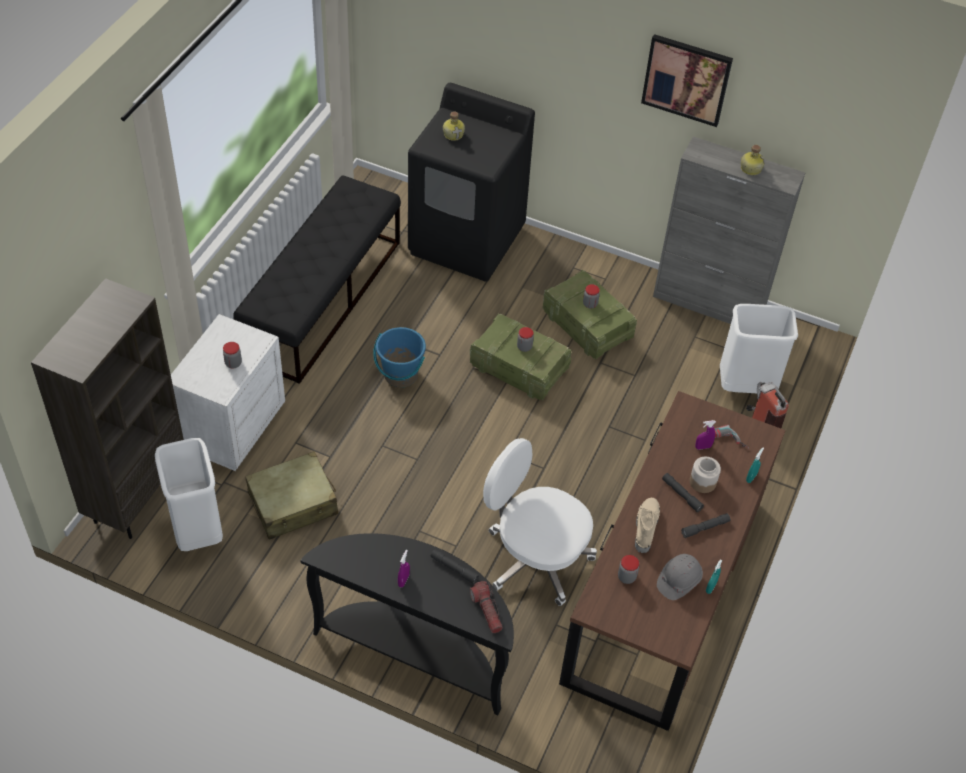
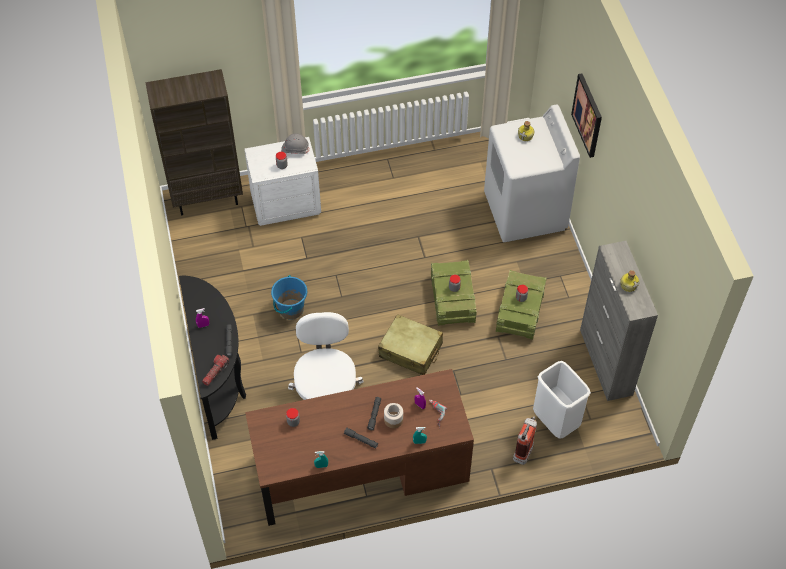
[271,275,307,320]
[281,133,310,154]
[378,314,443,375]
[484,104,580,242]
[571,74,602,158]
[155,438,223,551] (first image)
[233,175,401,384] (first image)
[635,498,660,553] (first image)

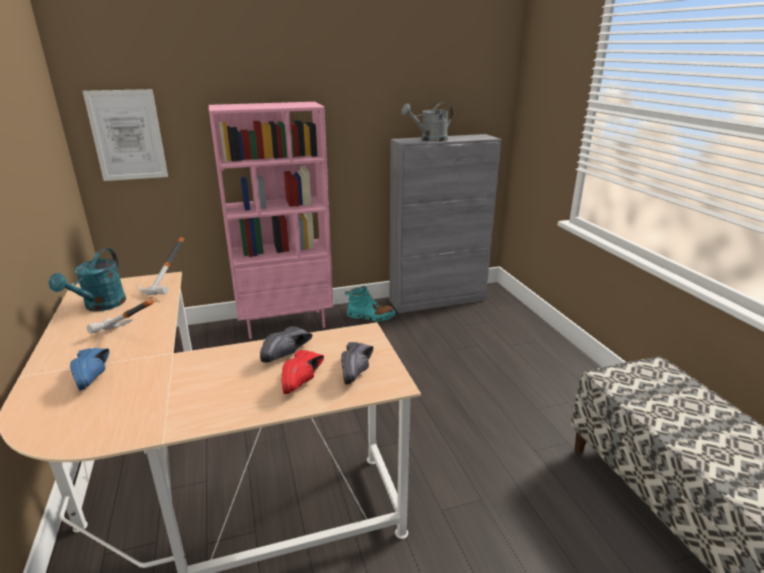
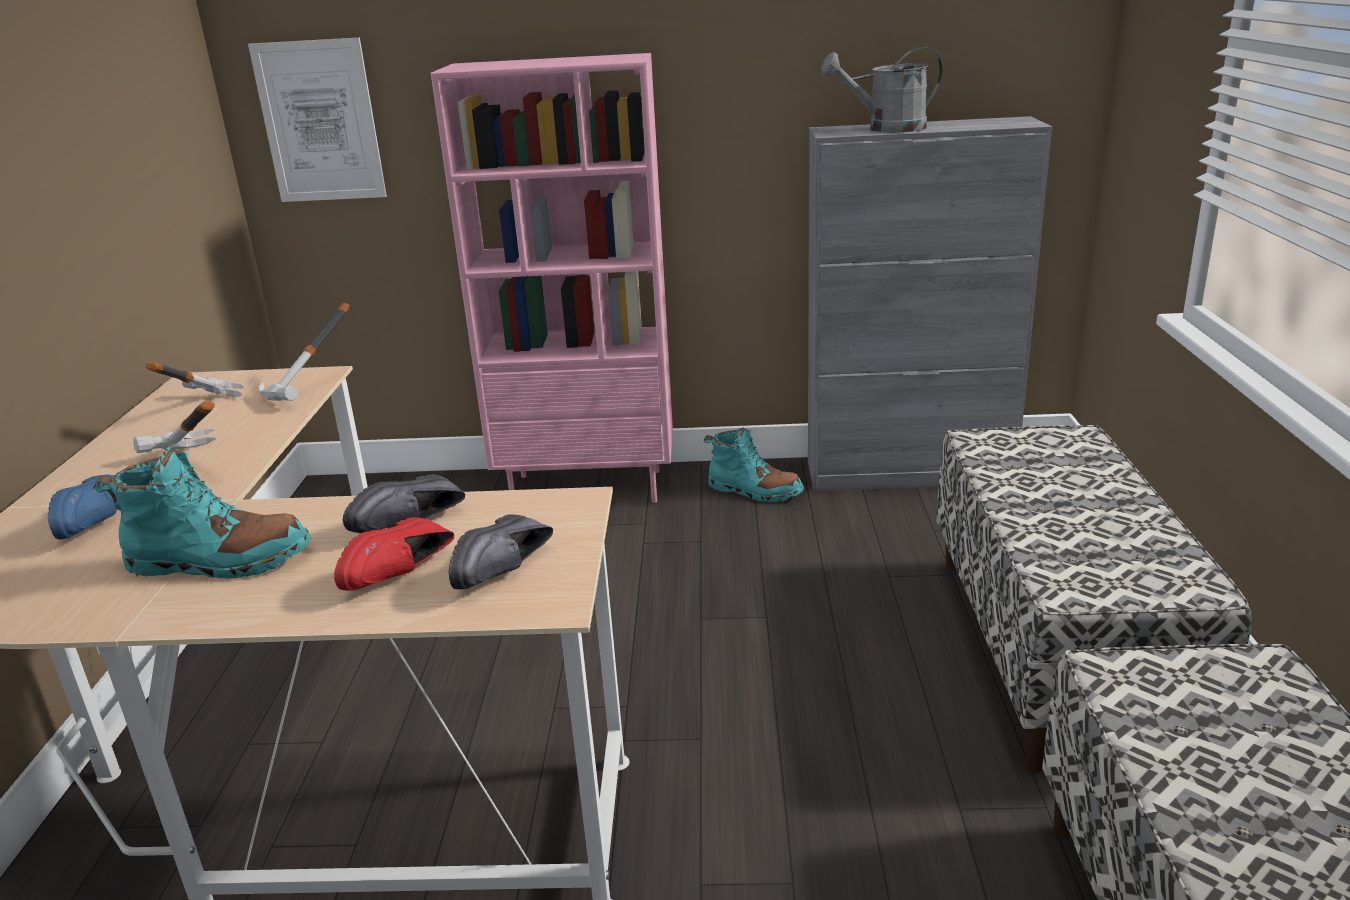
[93,447,311,579]
[145,362,244,397]
[937,425,1251,773]

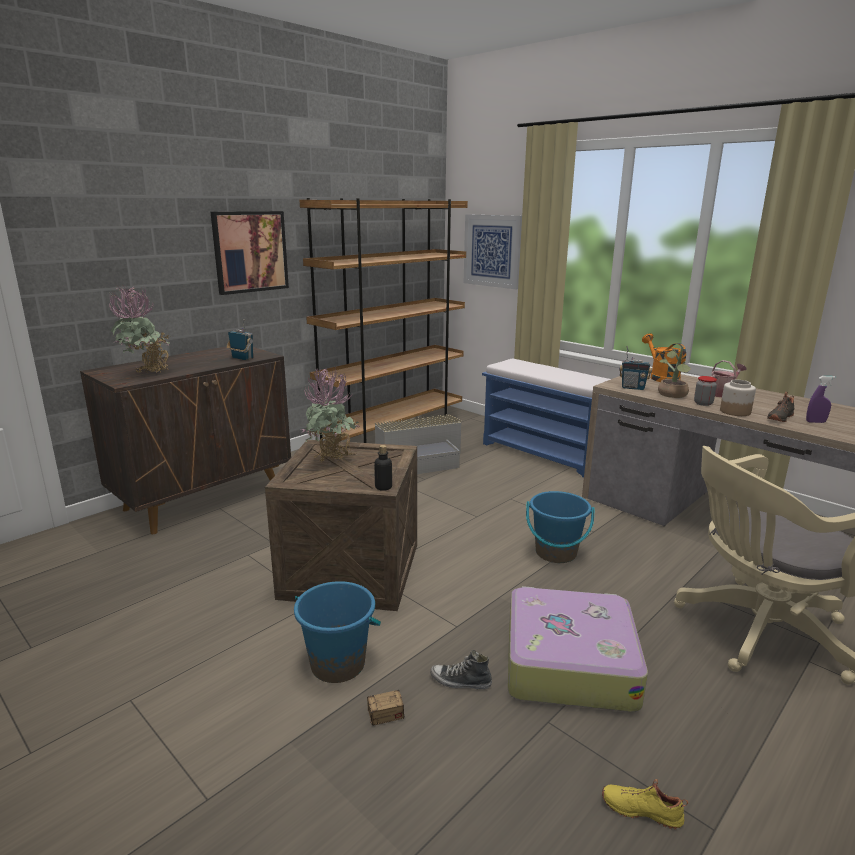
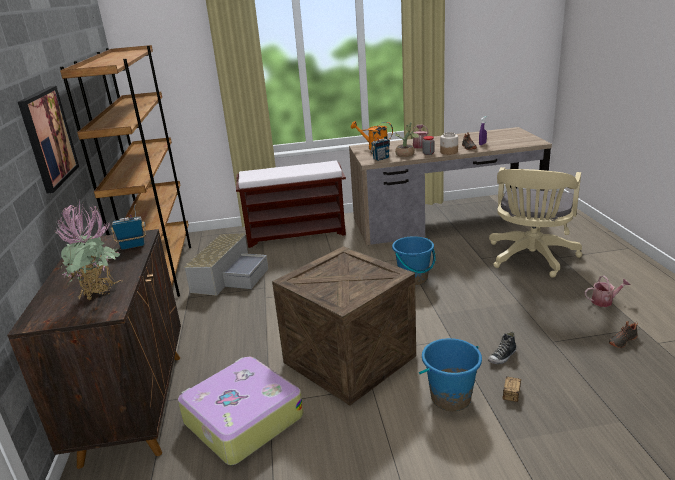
[178,357,304,465]
[236,160,346,248]
[585,276,630,307]
[609,321,638,348]
[302,368,360,462] (first image)
[374,445,392,491] (first image)
[464,214,522,289] (first image)

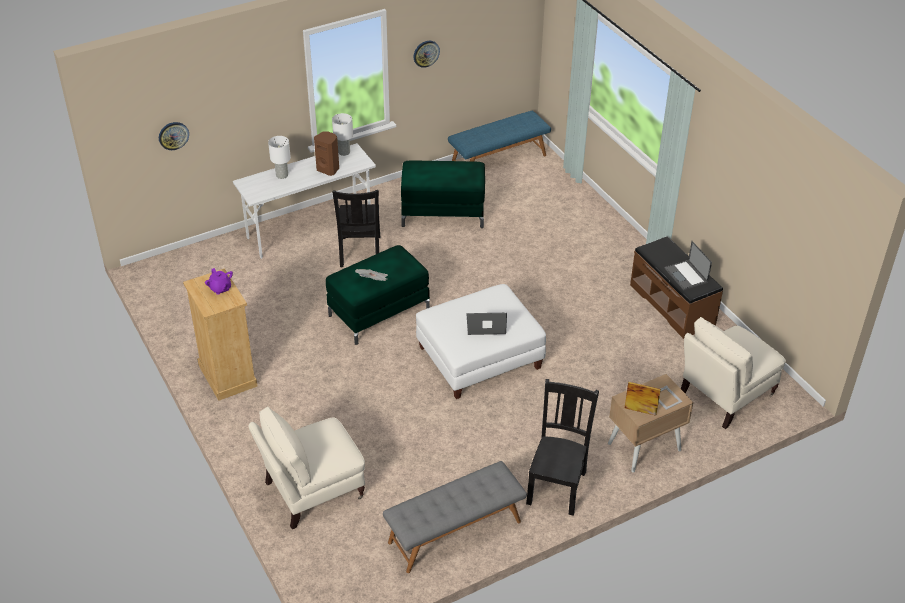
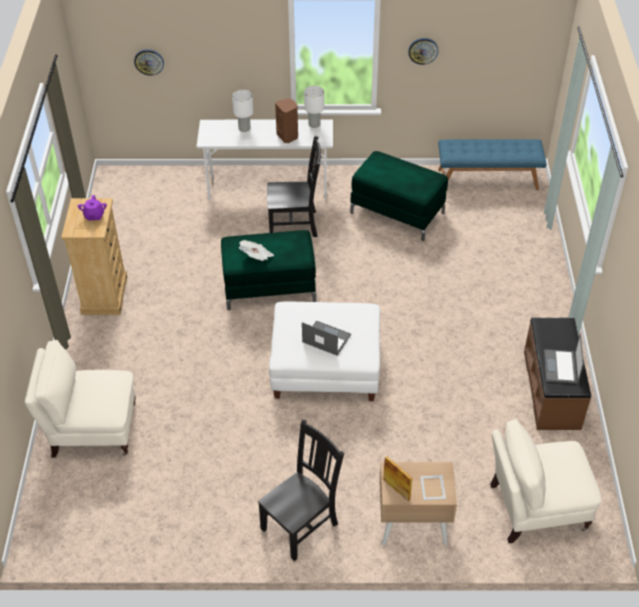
[267,135,321,237]
[383,461,527,573] (first image)

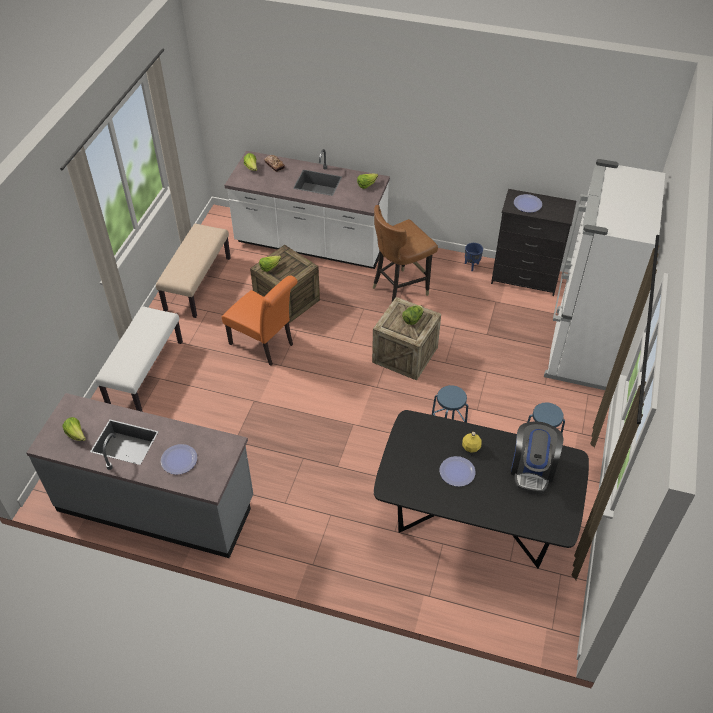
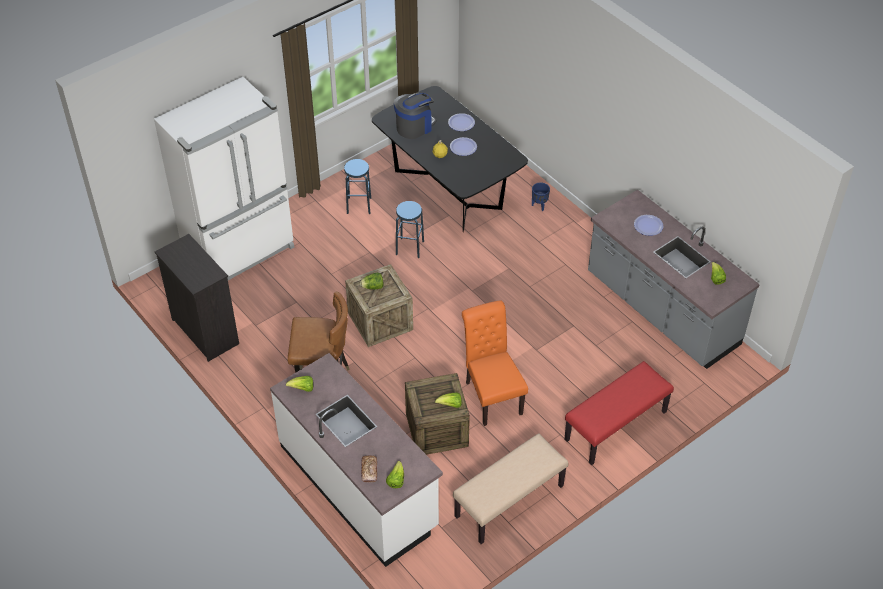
[448,113,475,131]
[532,182,550,211]
[564,361,674,465]

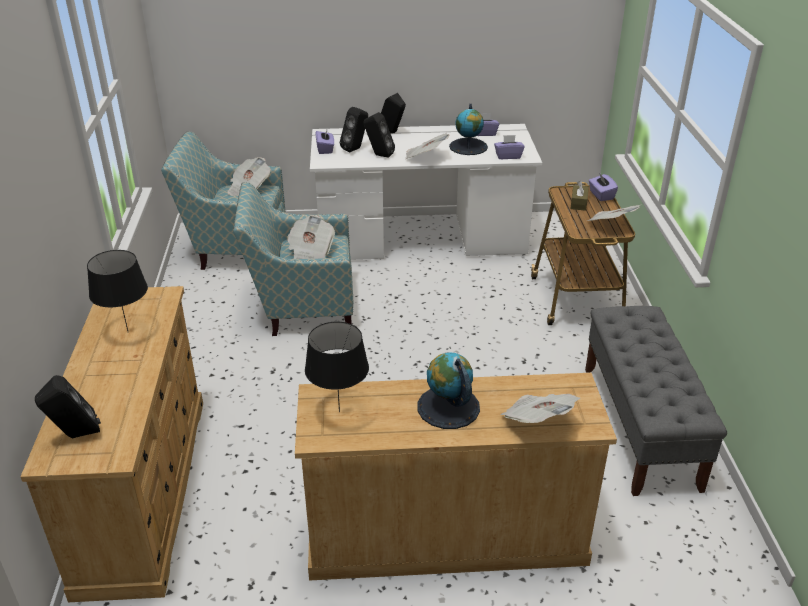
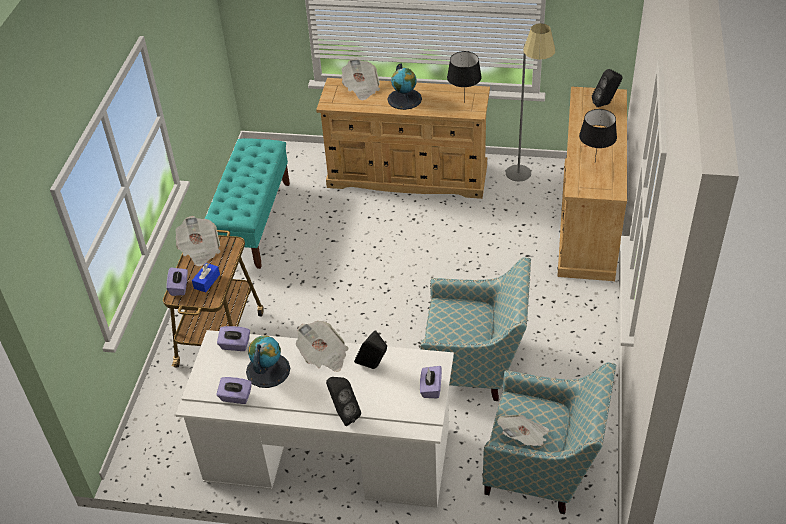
[192,263,220,292]
[205,138,290,269]
[506,23,555,182]
[287,215,335,259] (first image)
[340,107,368,152] (first image)

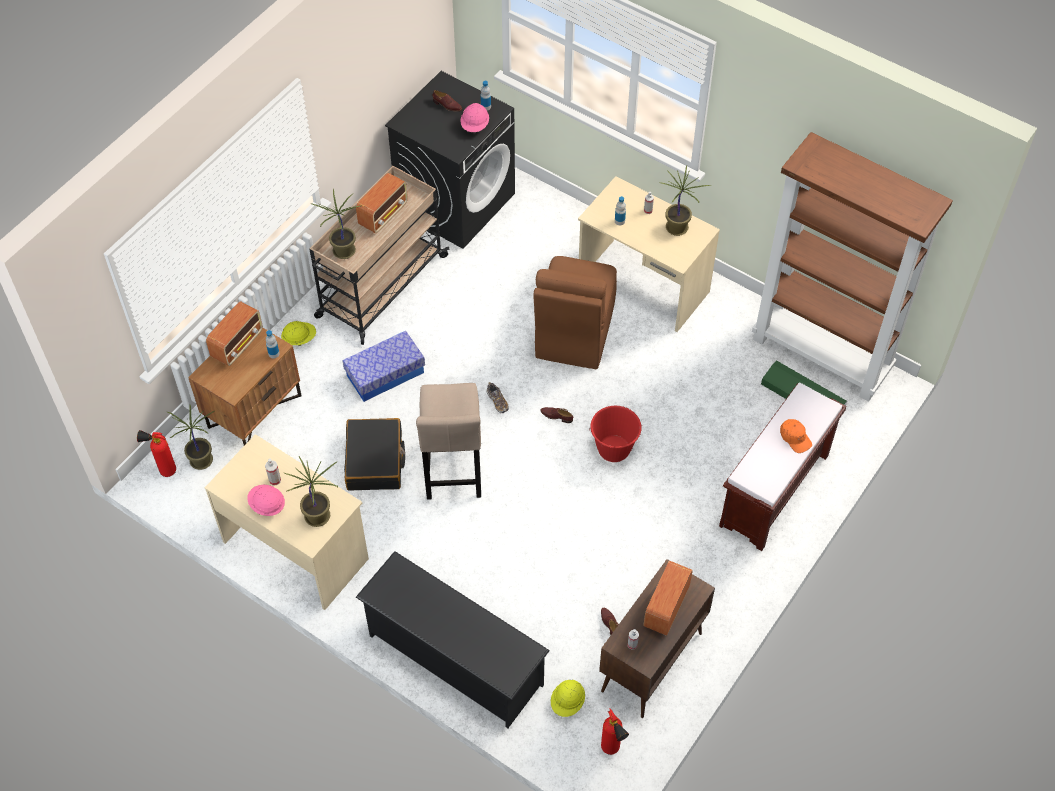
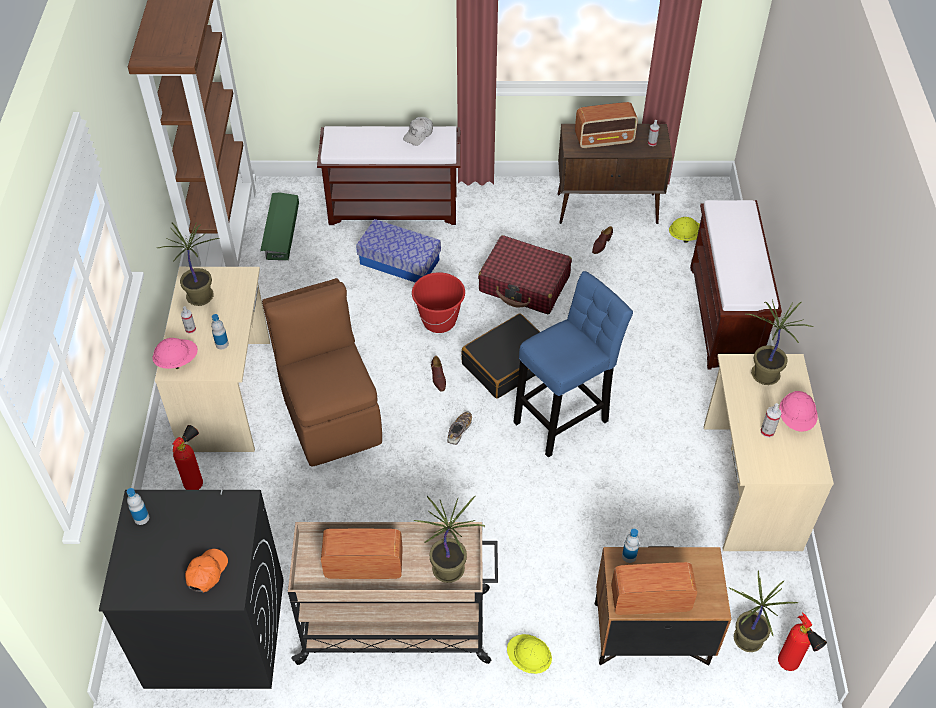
[152,338,198,369]
[172,425,203,490]
[185,549,228,592]
[262,278,382,466]
[356,219,441,283]
[403,117,433,146]
[462,313,540,399]
[478,235,572,314]
[514,271,633,458]
[690,200,782,370]
[433,90,462,112] (first image)

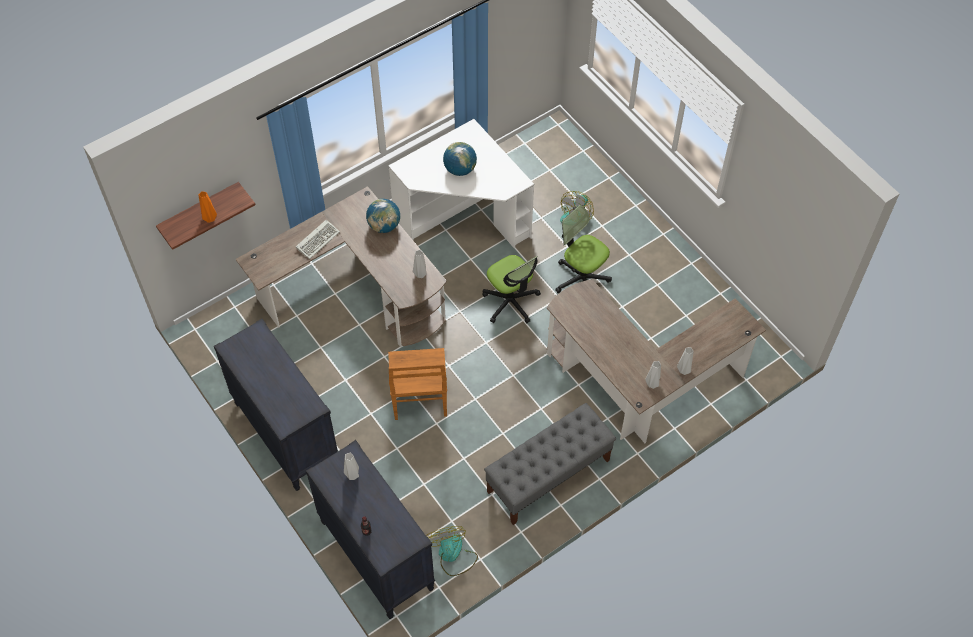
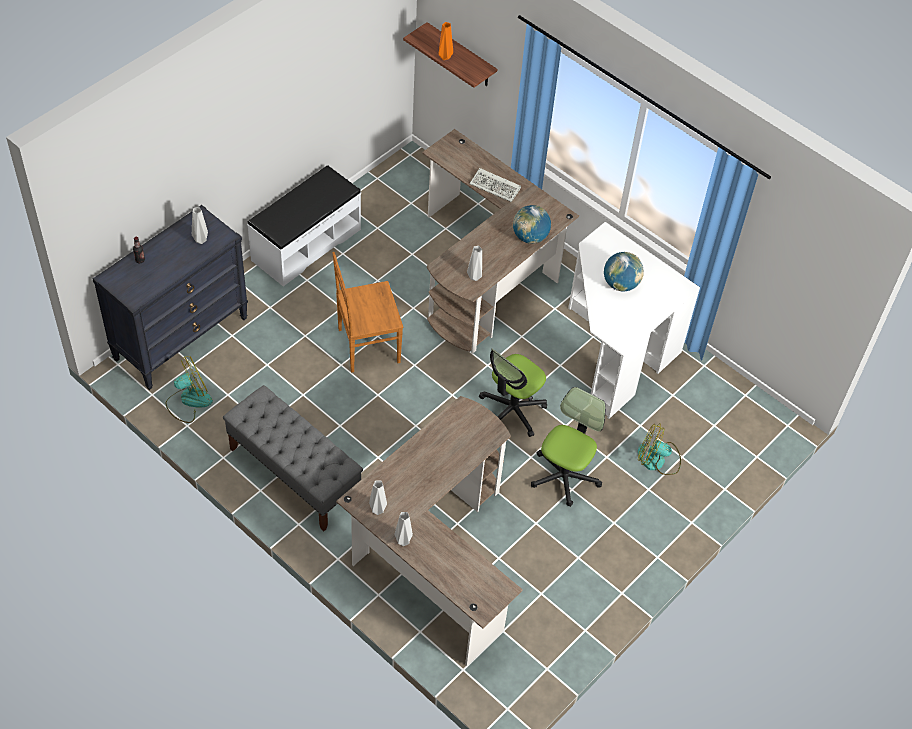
[247,165,361,287]

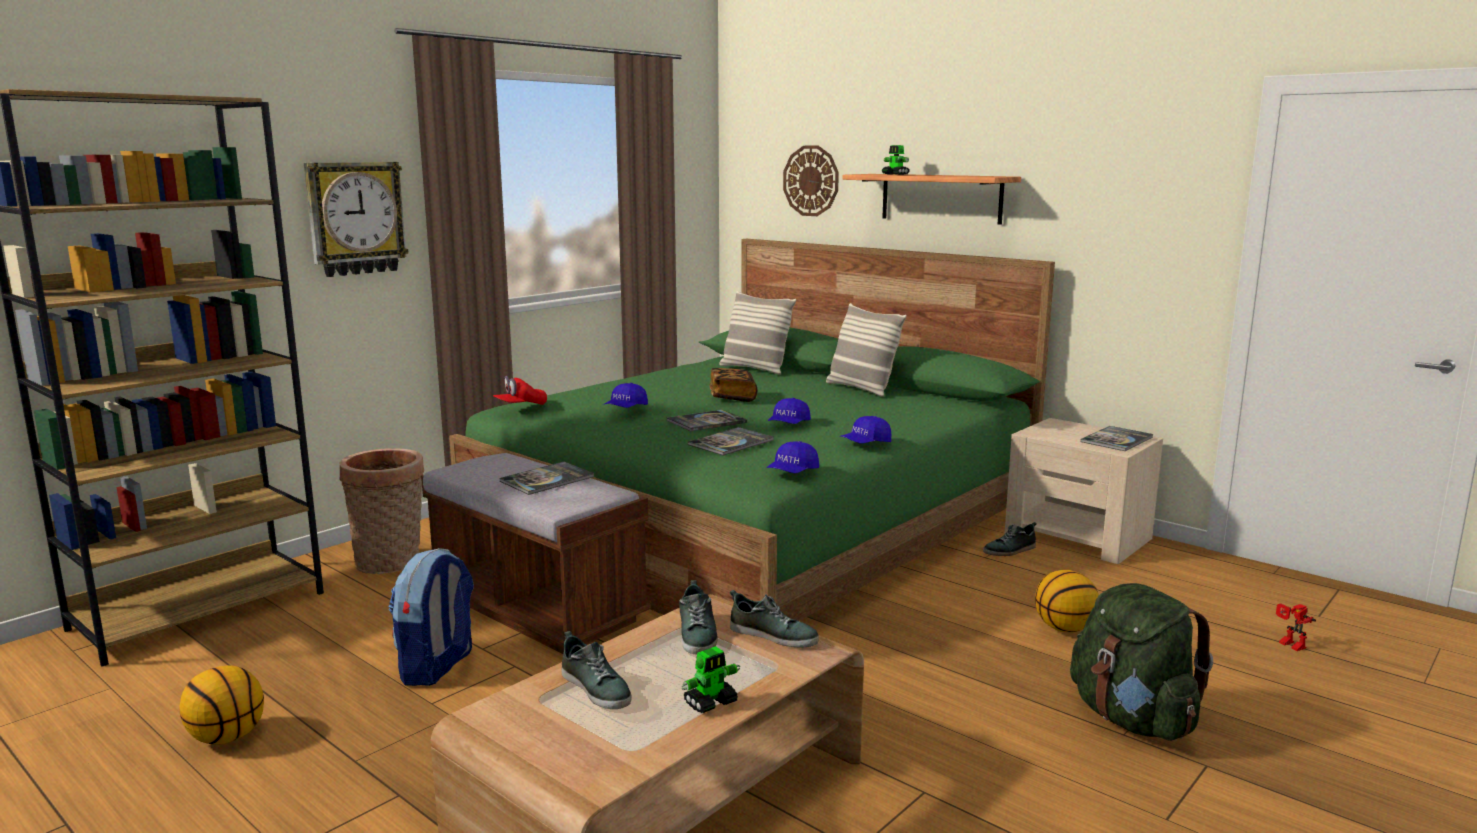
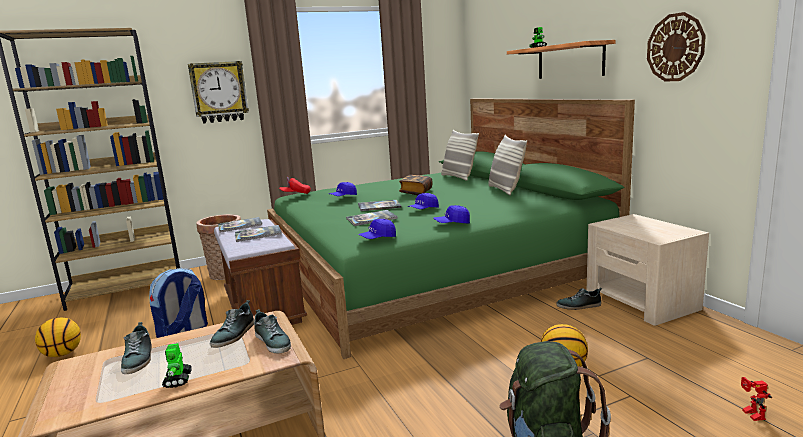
[162,343,192,388]
[218,217,262,232]
[647,12,706,82]

